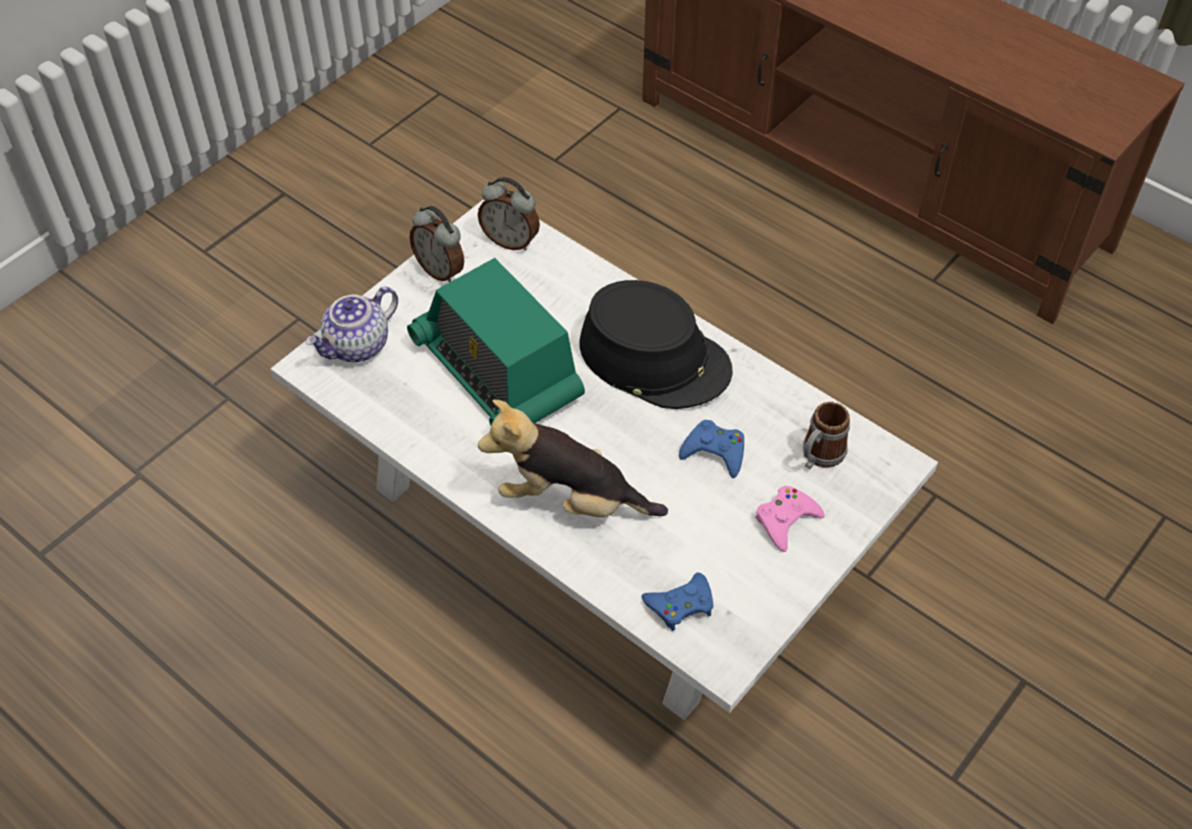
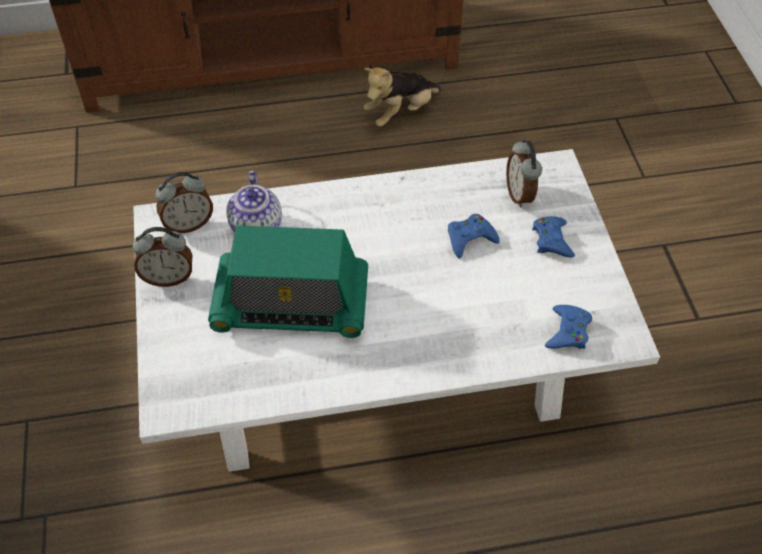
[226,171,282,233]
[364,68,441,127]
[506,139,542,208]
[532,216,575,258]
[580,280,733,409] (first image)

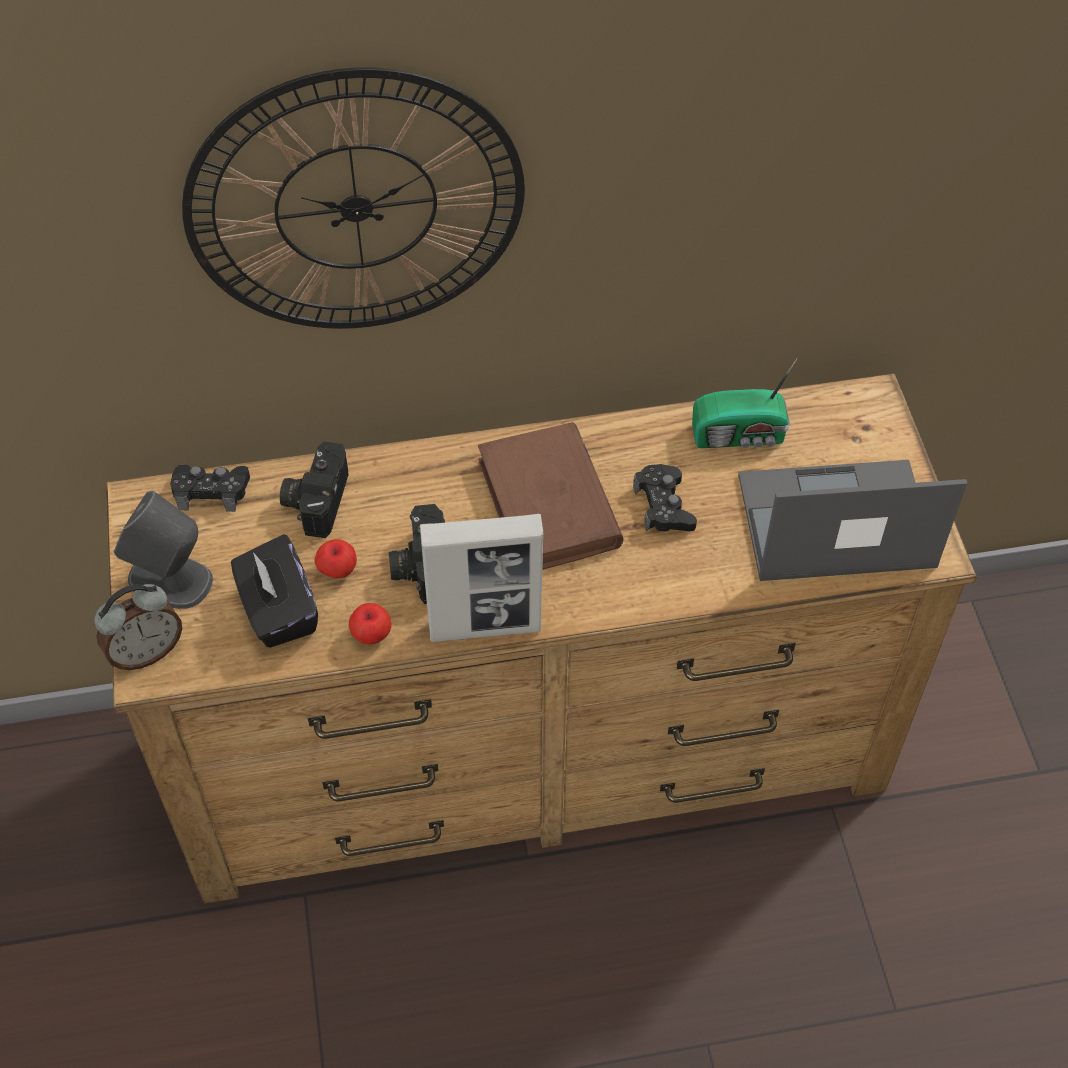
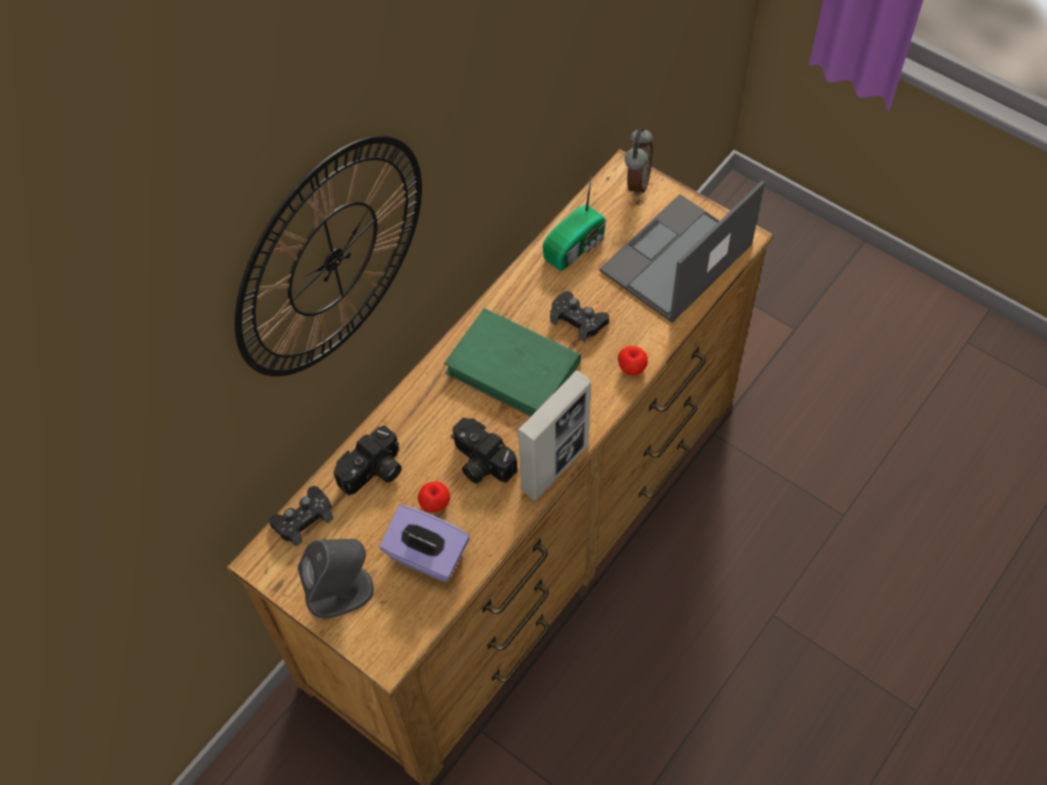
[333,425,402,496]
[380,505,470,582]
[444,308,581,417]
[618,346,648,375]
[625,127,653,196]

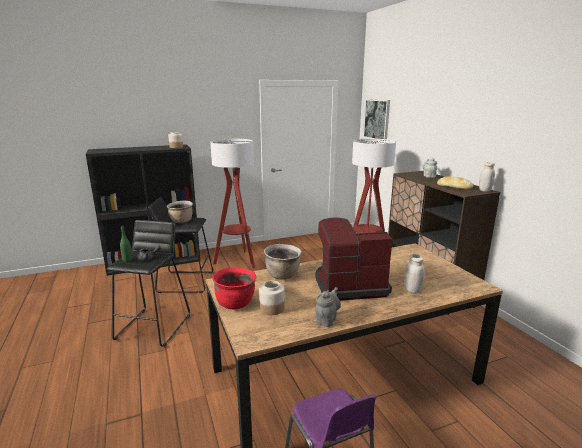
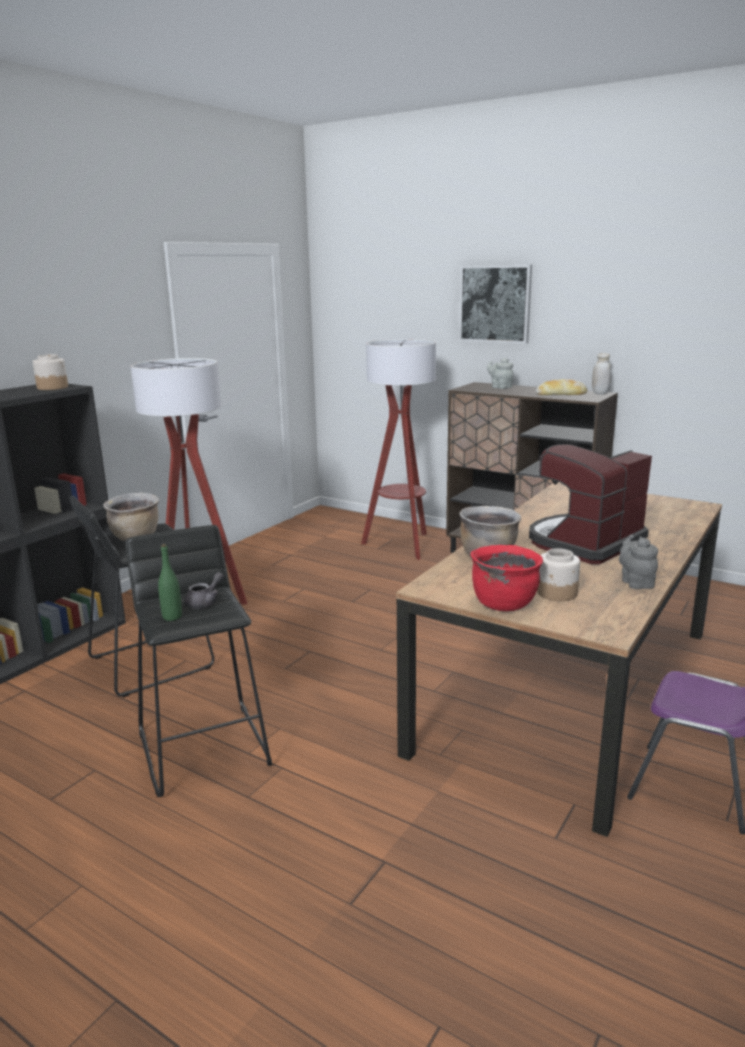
[459,264,532,344]
[404,254,425,293] (first image)

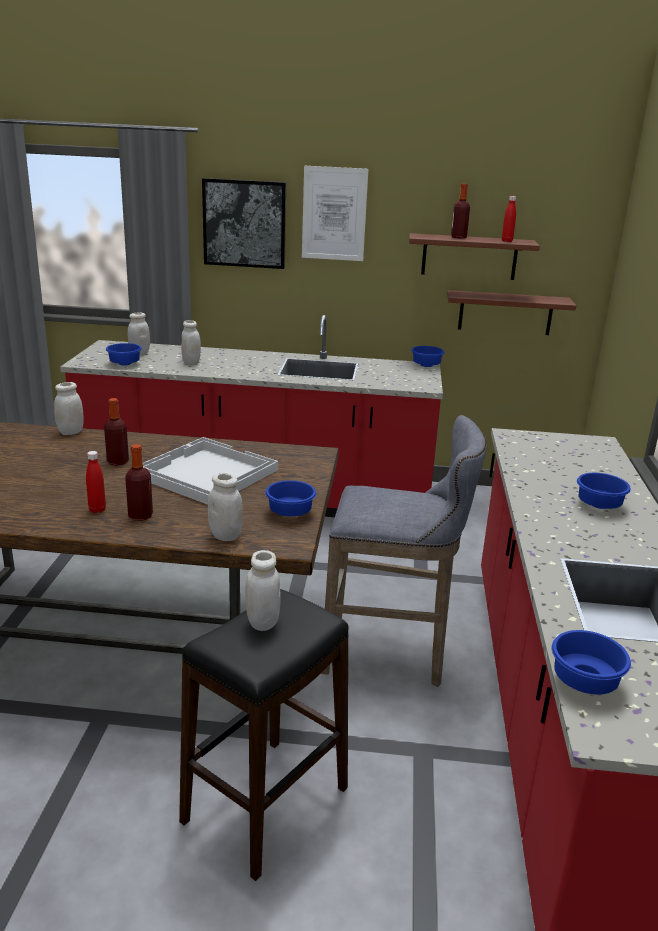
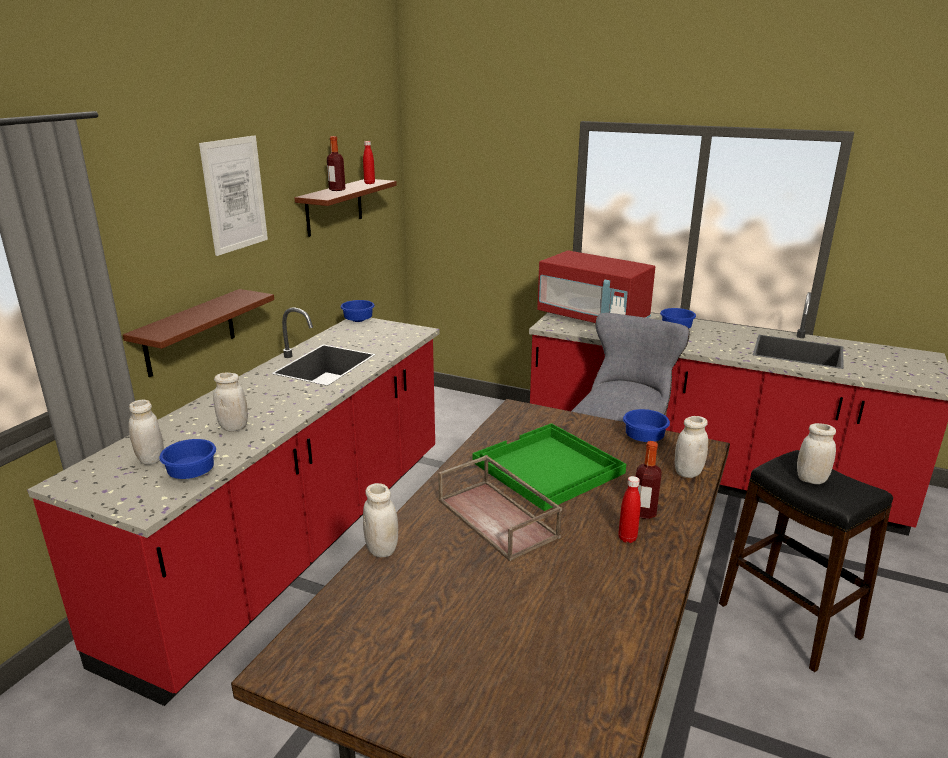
[123,289,274,377]
[438,455,562,561]
[472,423,626,511]
[537,250,655,323]
[202,178,286,269] (first image)
[552,630,631,695] (first image)

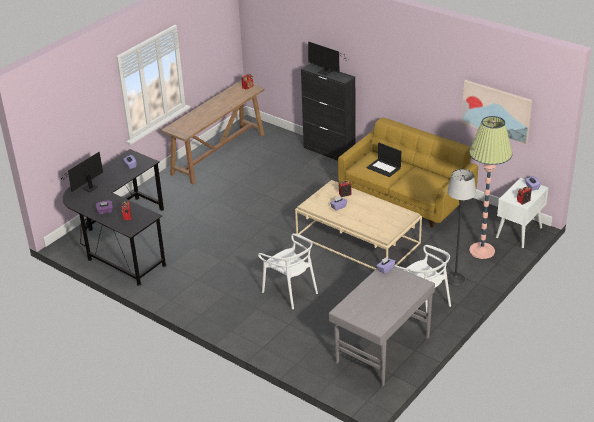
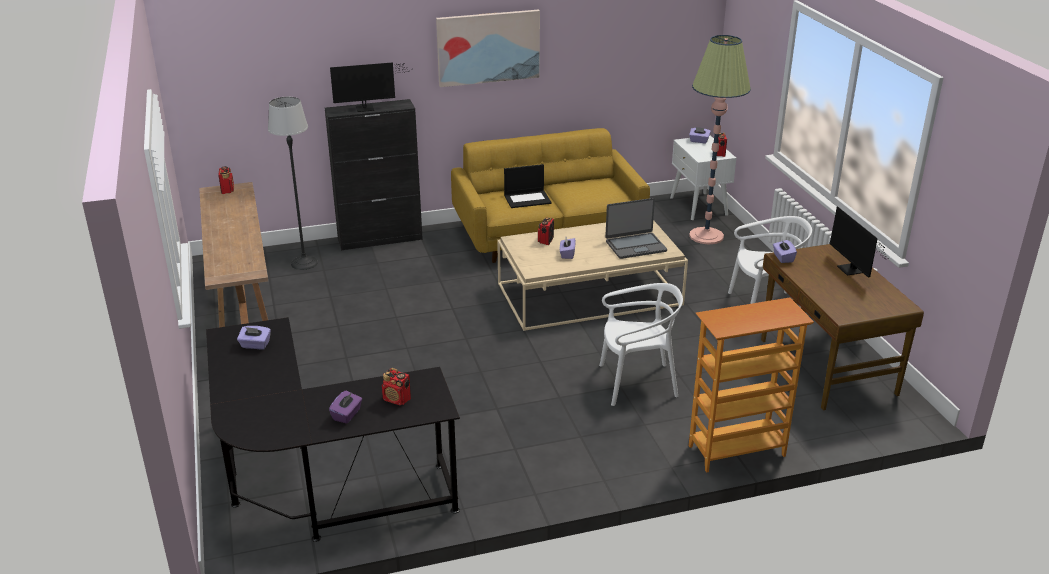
[268,97,318,270]
[436,10,540,87]
[605,198,667,259]
[689,298,814,473]
[761,244,924,410]
[829,206,888,277]

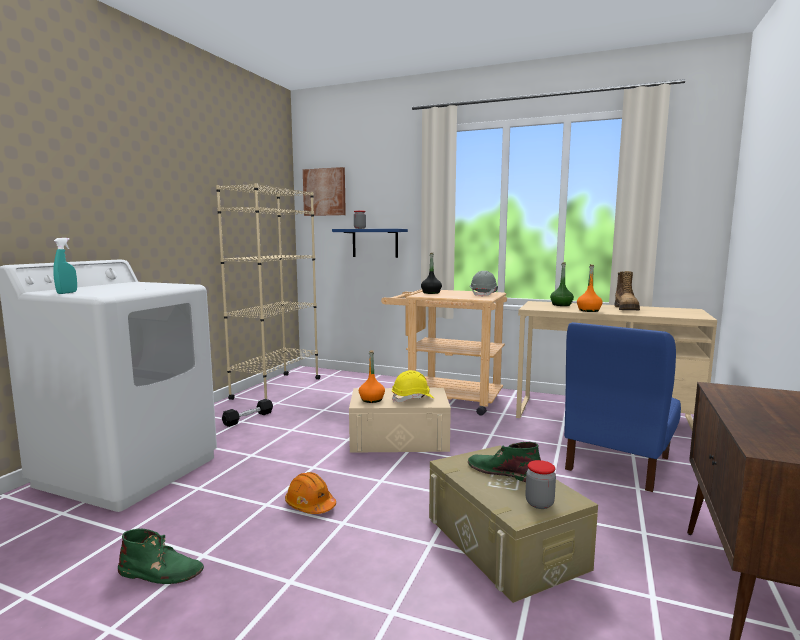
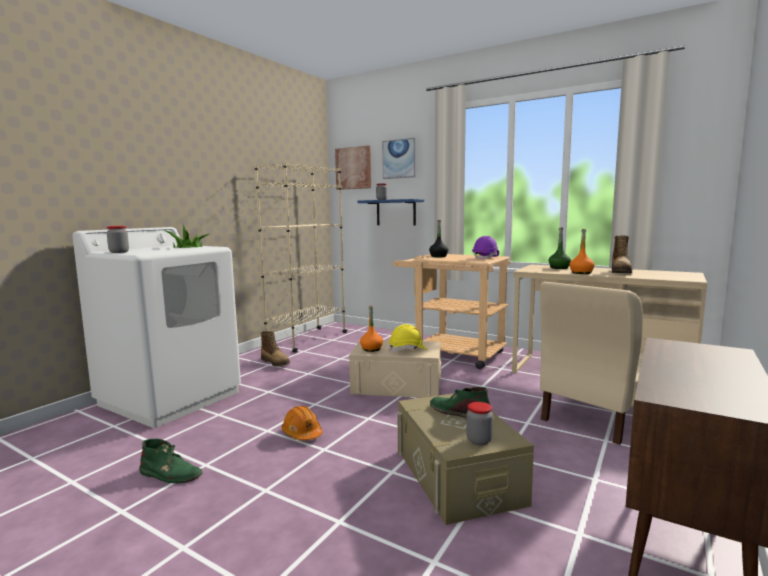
[107,226,129,253]
[164,223,209,248]
[261,331,290,366]
[382,138,416,179]
[472,236,499,260]
[540,282,643,445]

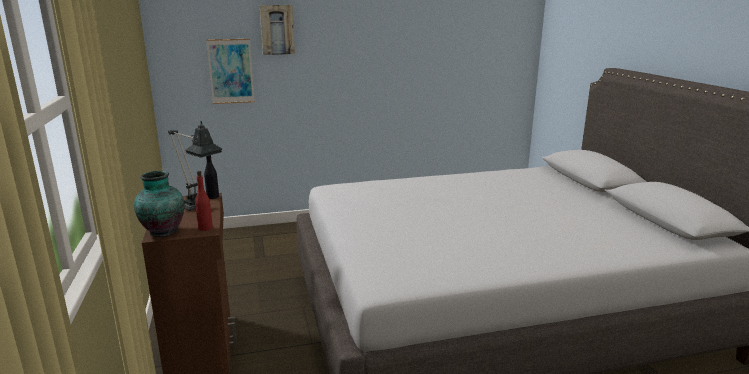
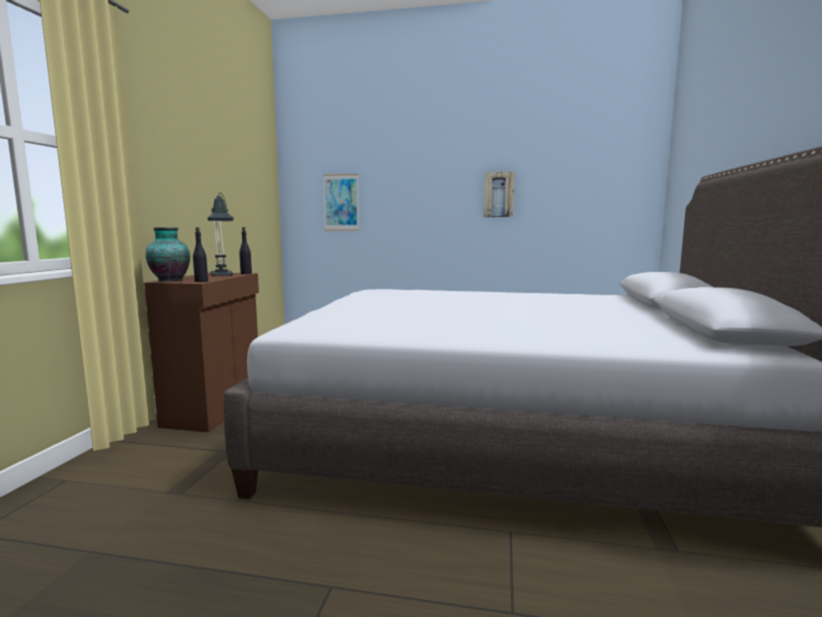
[193,227,208,282]
[483,172,515,217]

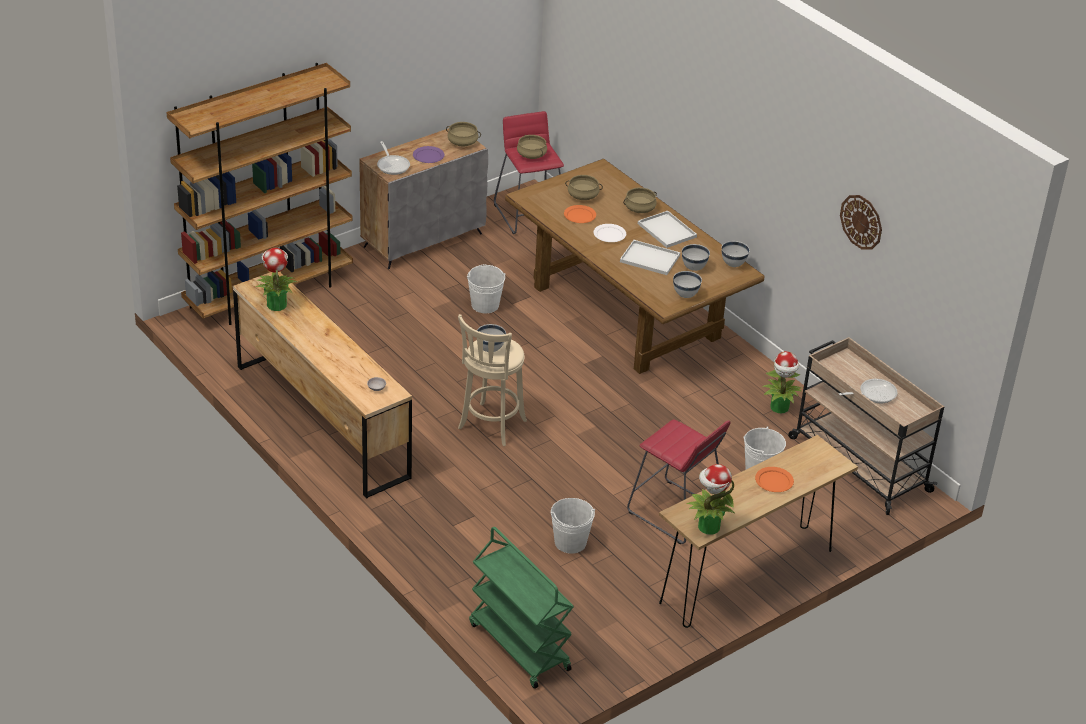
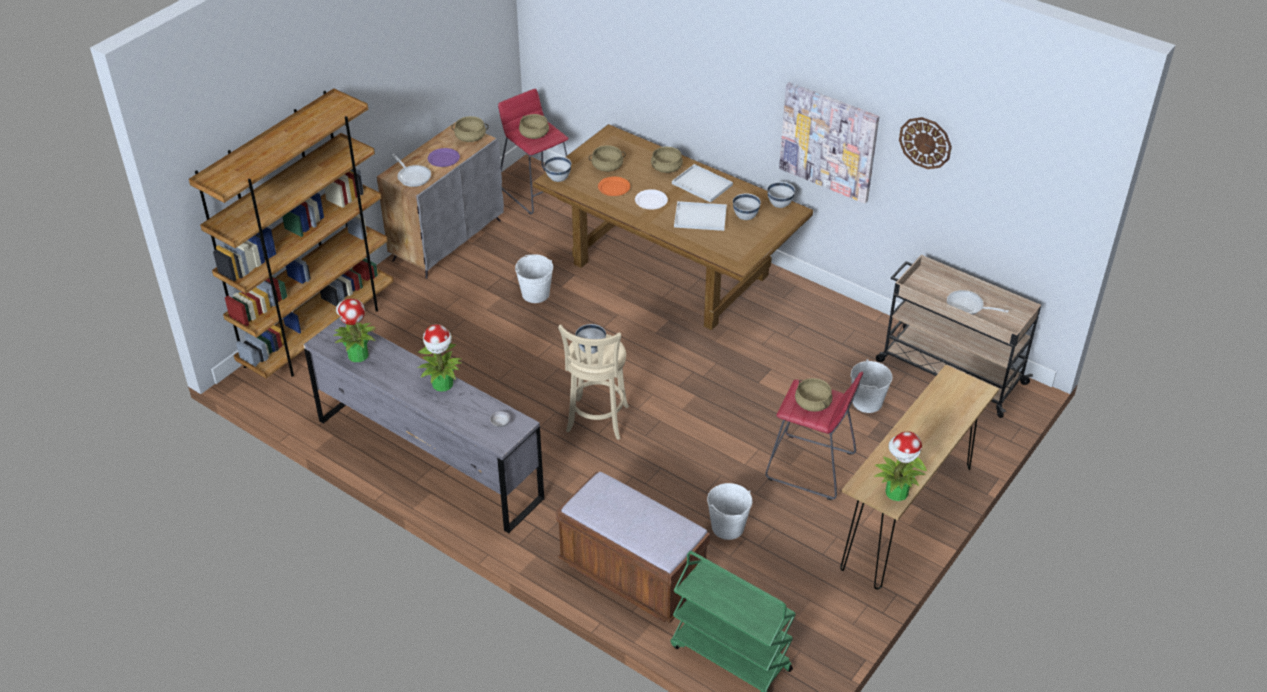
[303,316,544,533]
[417,324,461,392]
[544,156,571,182]
[556,471,710,623]
[779,82,879,204]
[795,378,833,412]
[947,290,1009,315]
[755,467,794,492] (first image)

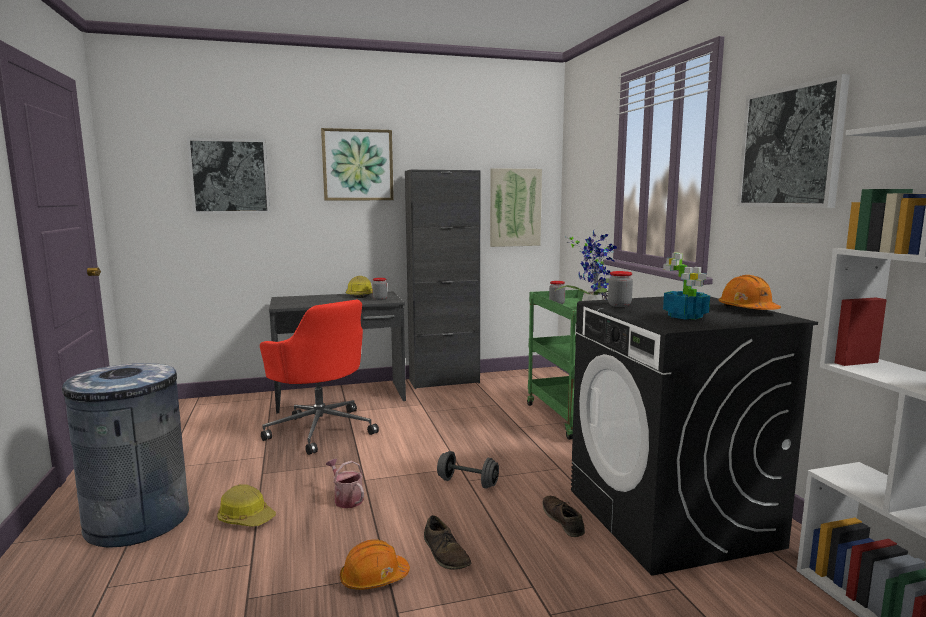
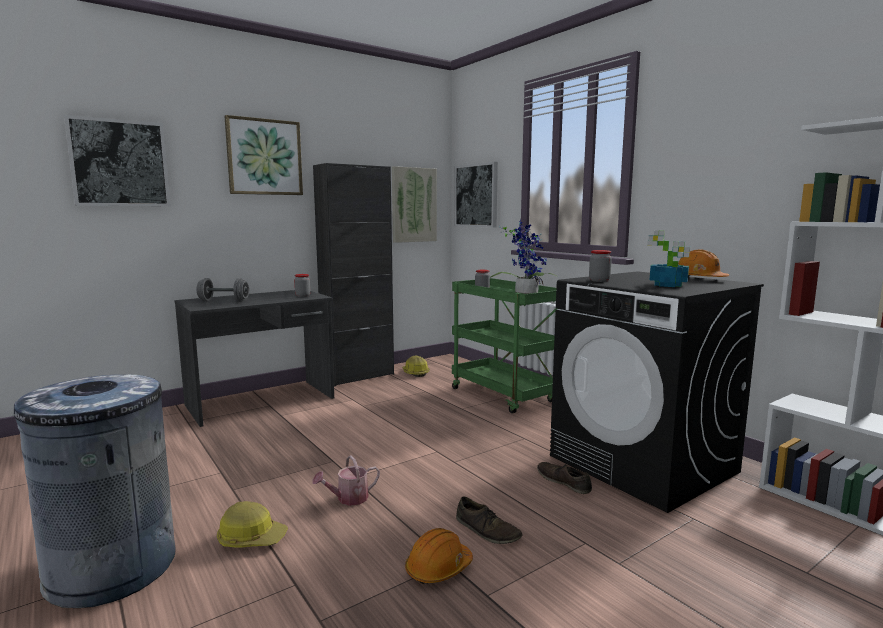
[196,278,249,301]
[313,455,380,506]
[402,356,430,377]
[455,162,498,227]
[260,300,379,455] (first image)

